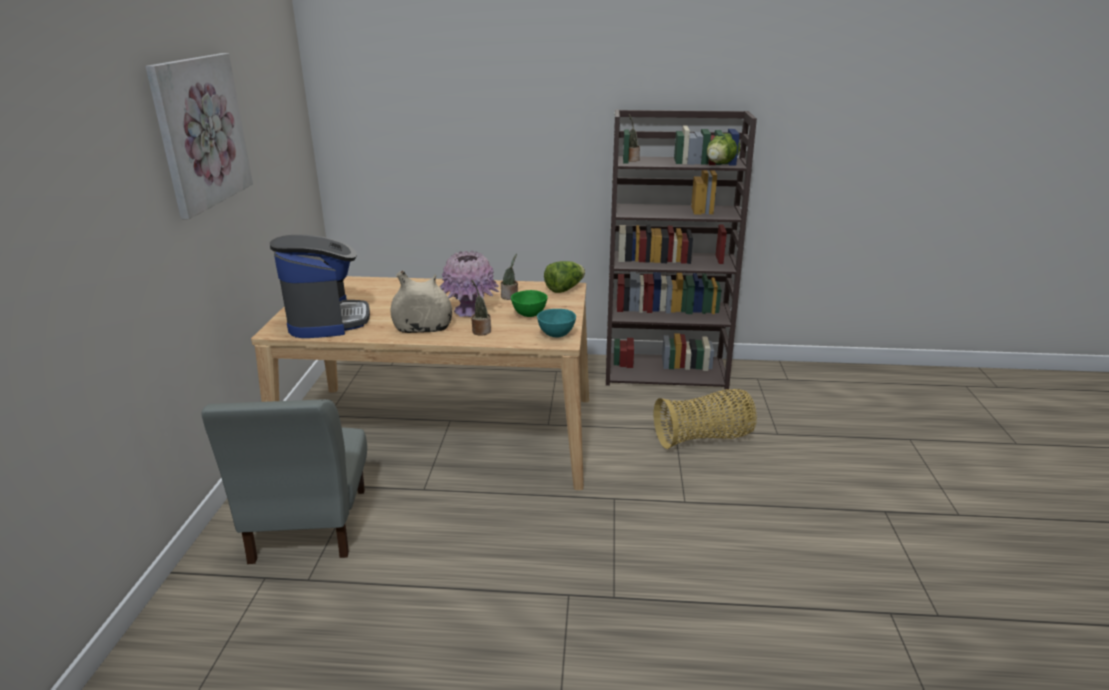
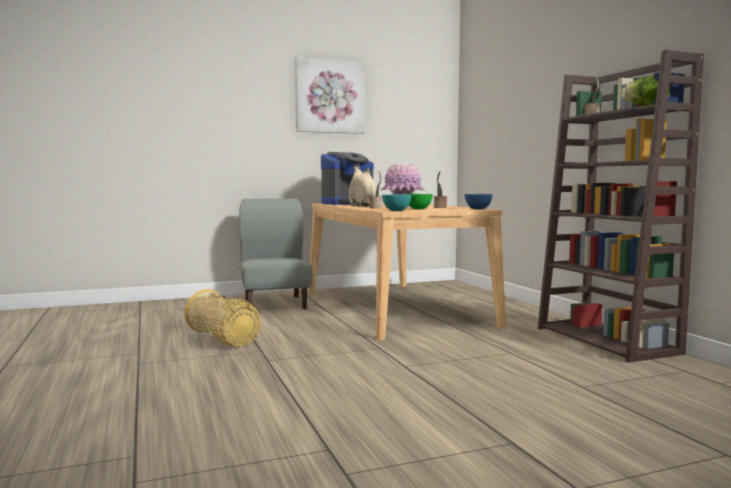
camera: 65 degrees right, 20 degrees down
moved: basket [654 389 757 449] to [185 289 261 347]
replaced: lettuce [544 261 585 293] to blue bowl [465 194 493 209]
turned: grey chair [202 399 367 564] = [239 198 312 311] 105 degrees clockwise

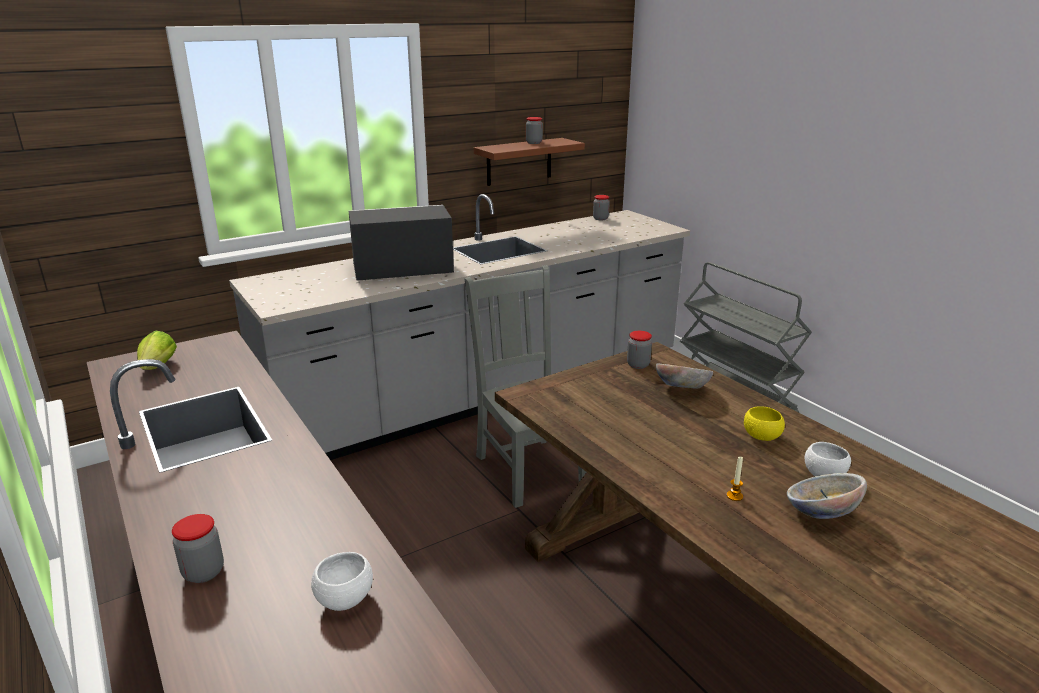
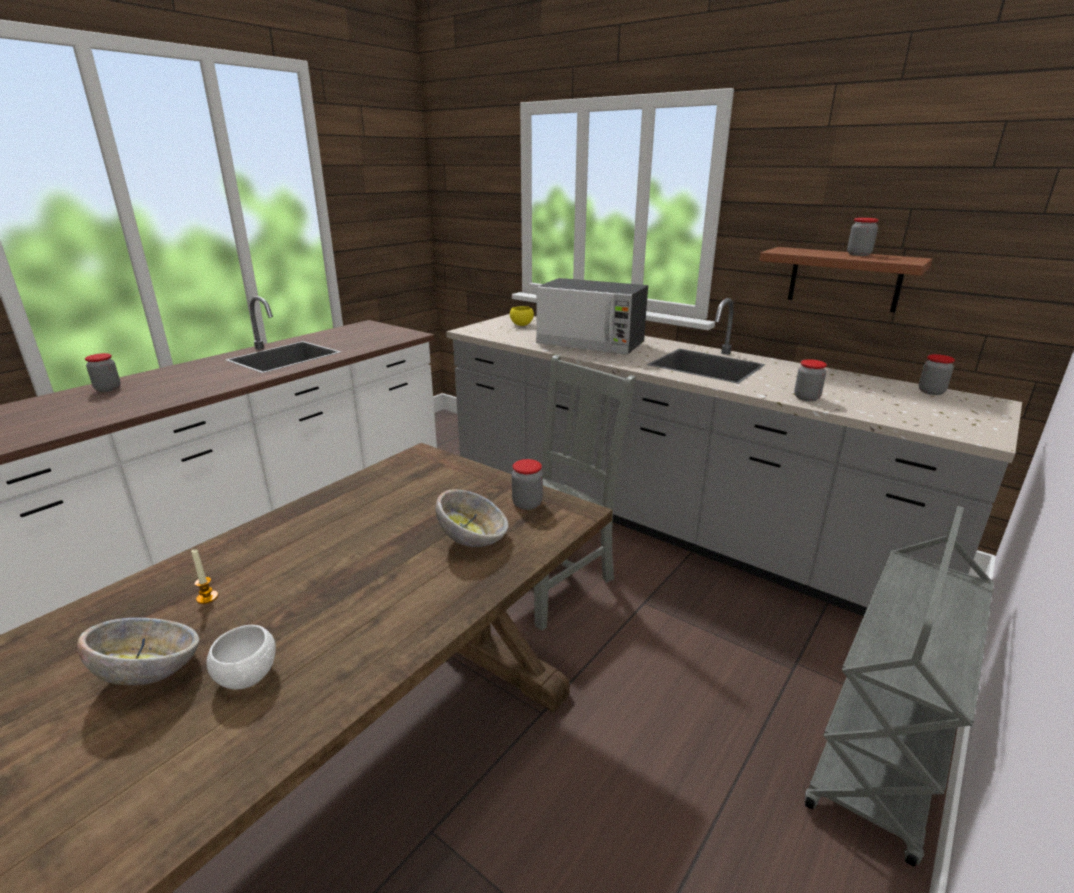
camera: 70 degrees right, 0 degrees up
removed: lettuce [137 331 177 370]; white bowl [311 552 373 611]
added: jar [794 359 827 401]
moved: yellow bowl [744 406 785 441] to [510 306 534 326]
turned: microwave [349 205 454 281] = [536 278 648 355] 150 degrees clockwise

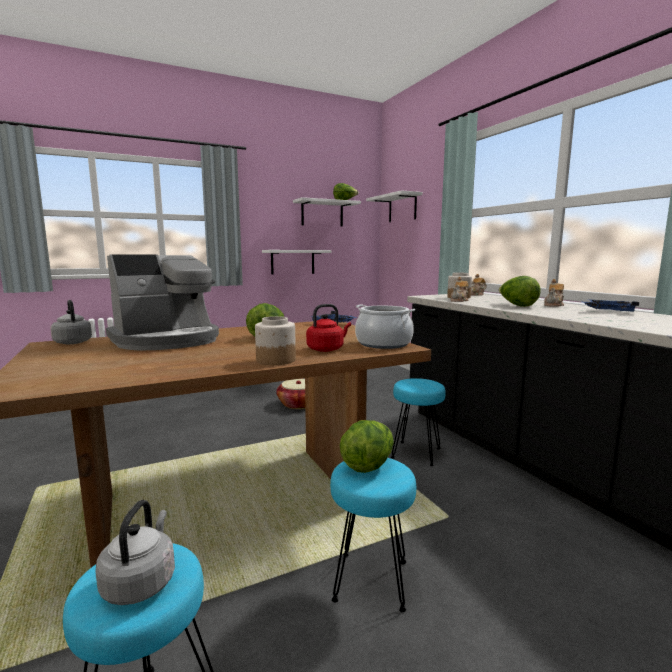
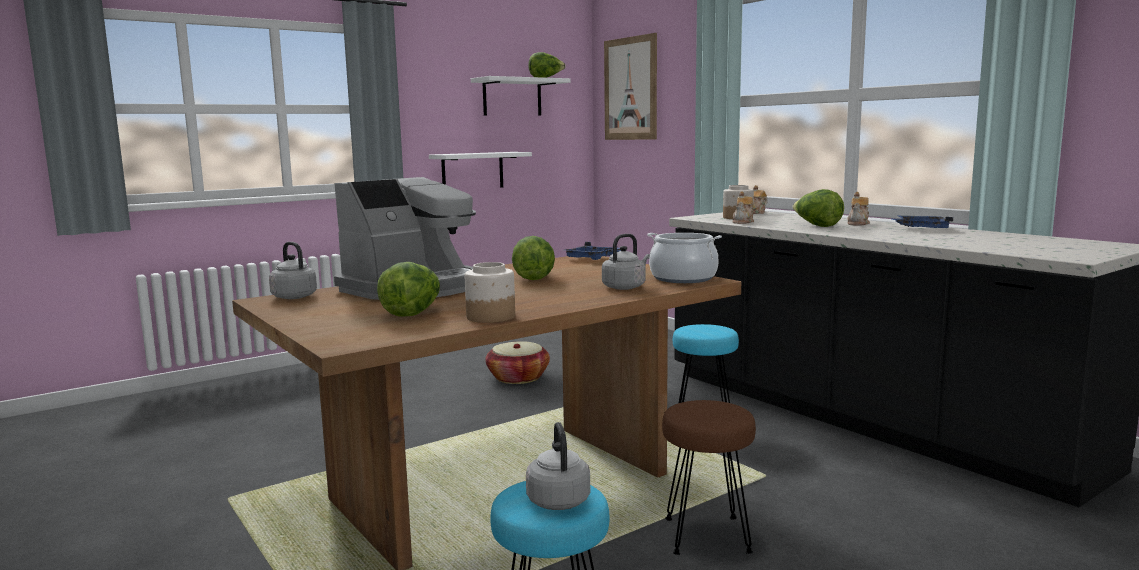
camera: 10 degrees left, 0 degrees up
moved: jar [255 316 296 365] to [465 262 515 323]; lettuce [340 420 394 473] to [377 262 440 317]
replaced: white shelf [366 190 423 222] to picture [604 33 657 140]
recoloured: red kettle [306 304 351 352] to grey kettle [602 234 650 290]; turquoise stool [330 458 416 612] to brown stool [662 400 756 555]

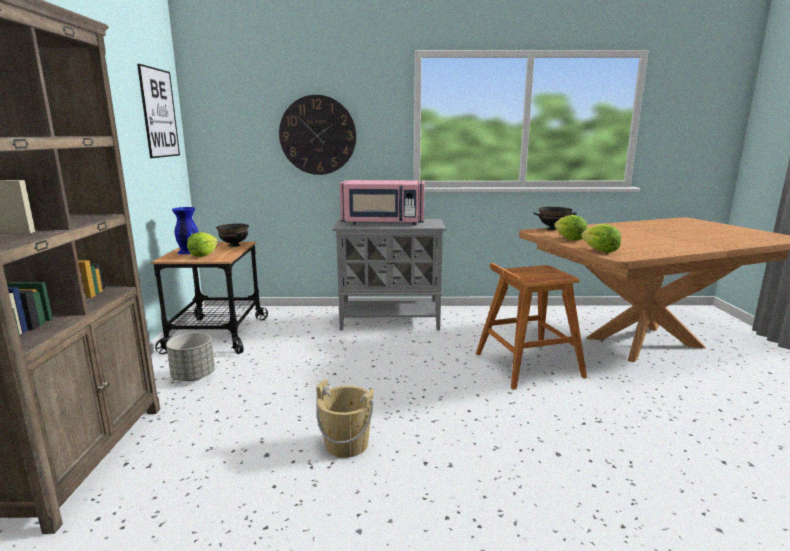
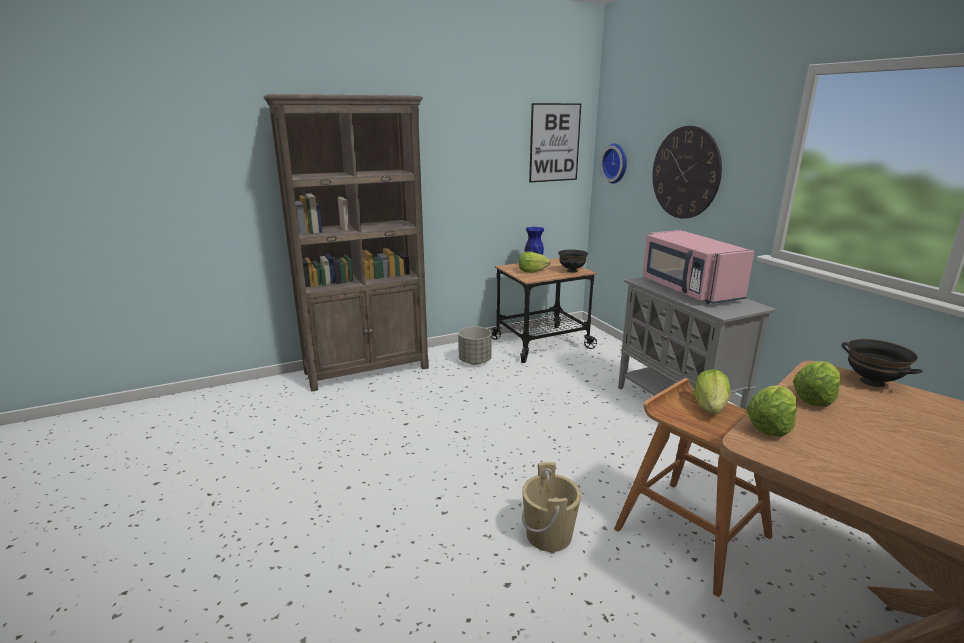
camera: 65 degrees right, 5 degrees up
added: wall clock [600 144 627 184]; lettuce [693 369 731 414]
moved: beige bucket [316 379 374 458] to [522 462 581 552]

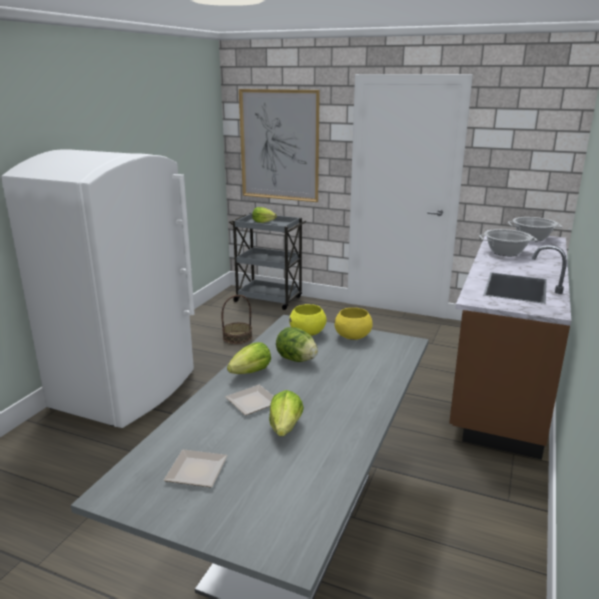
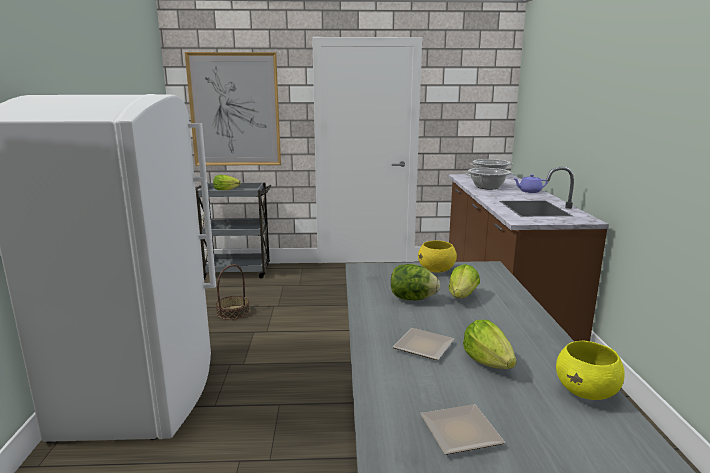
camera: 25 degrees left, 5 degrees down
added: purple teapot [513 174 548 193]
moved: lettuce [227 342 271 374] to [449 264 480 298]; yellow bowl [289 304 326 336] to [556 341 625 400]

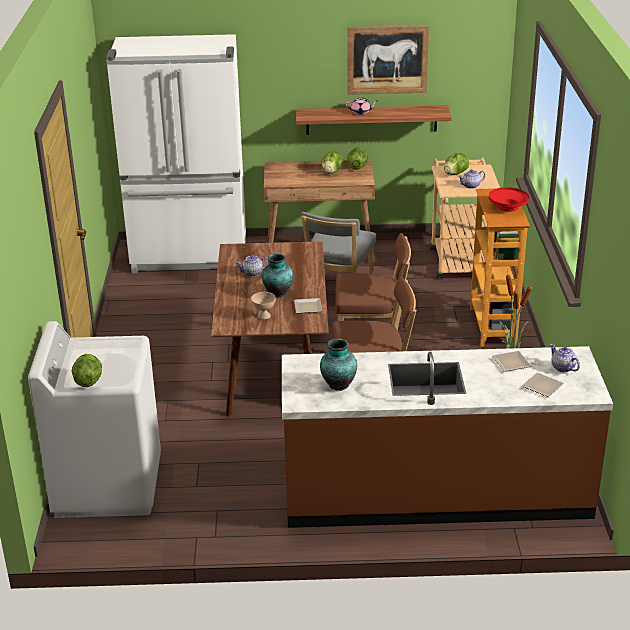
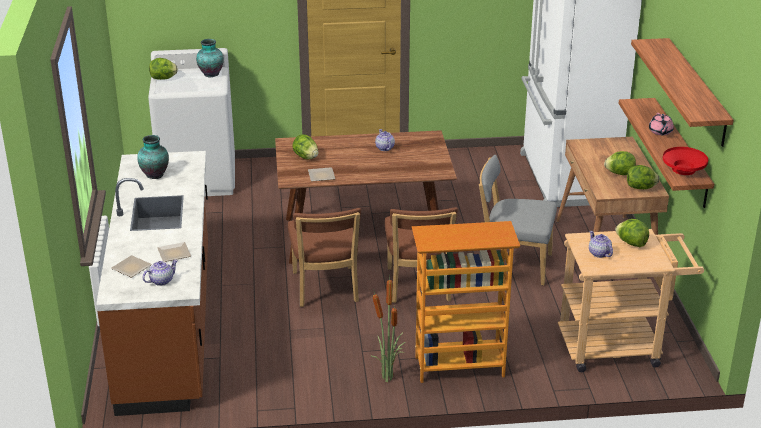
camera: 85 degrees right, 0 degrees up
moved: vase [262 253 293 298] to [196 39 224 78]; red bowl [489 187 529 212] to [663 147 708 175]
replaced: beige bowl [251 292 276 320] to lettuce [292 134 319 159]; picture [347 25 429 95] to shelf [631 38 734 147]

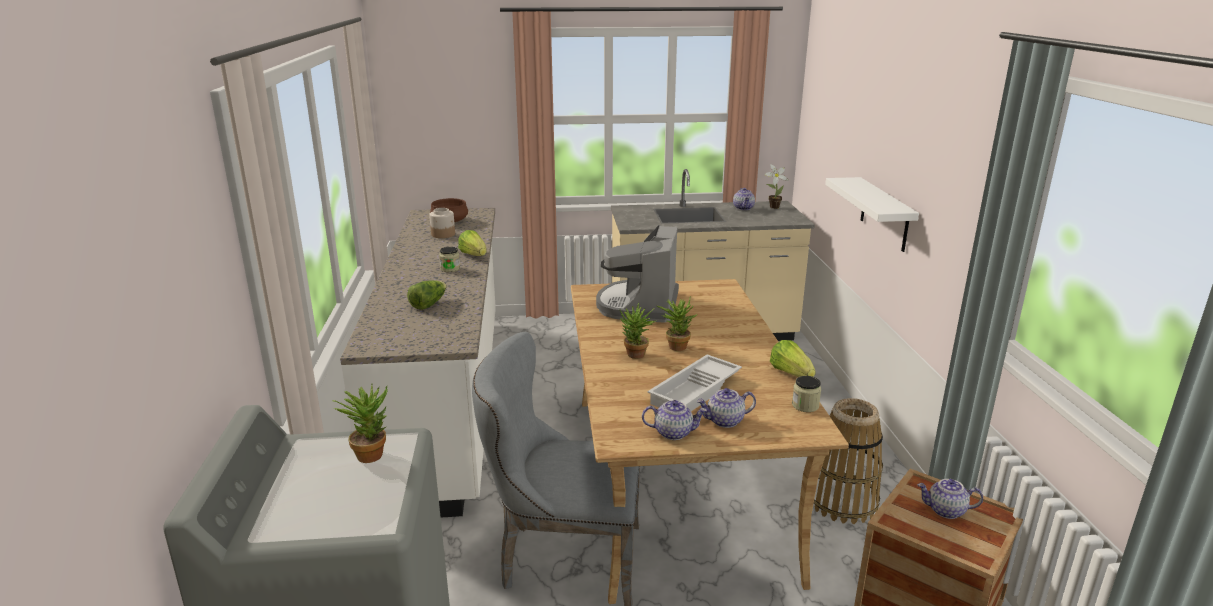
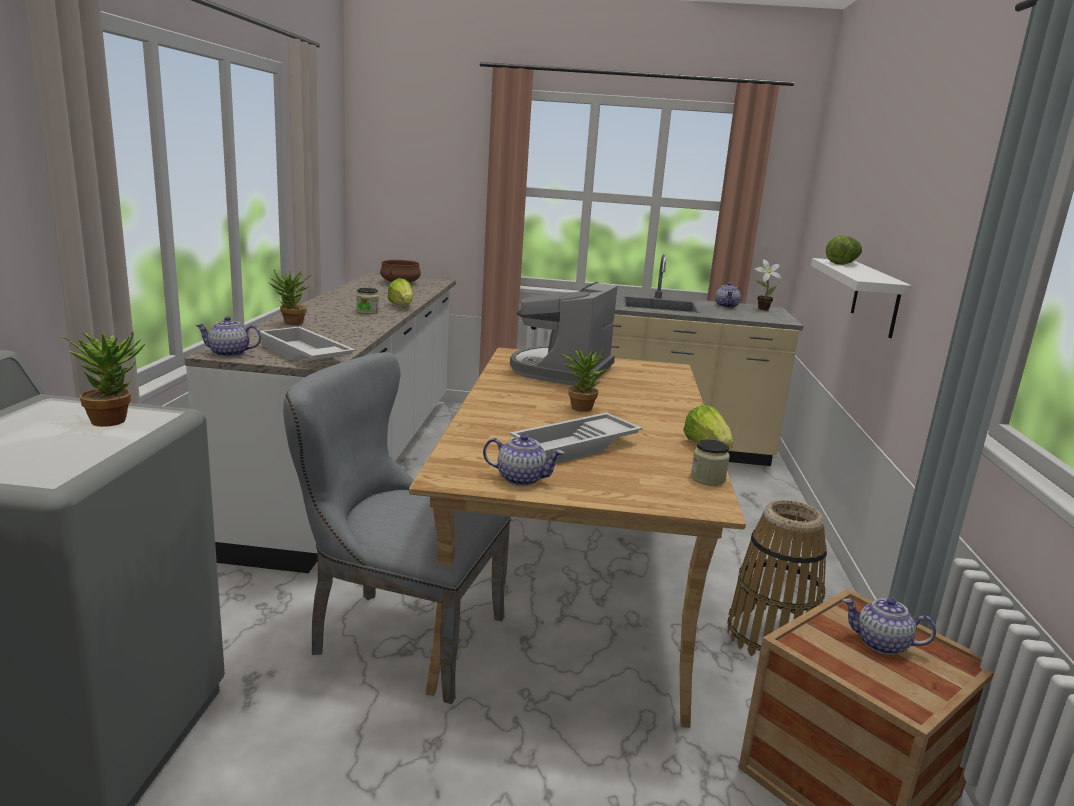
camera: 10 degrees right, 5 degrees down
removed: jar [429 208 455 238]
added: white tray [260 327 356 361]
moved: lettuce [407 280 447 310] to [826 236 862 265]; potted plant [620 303 656 359] to [268 270 311 325]; teapot [697 388 756 428] to [195 316 262 357]

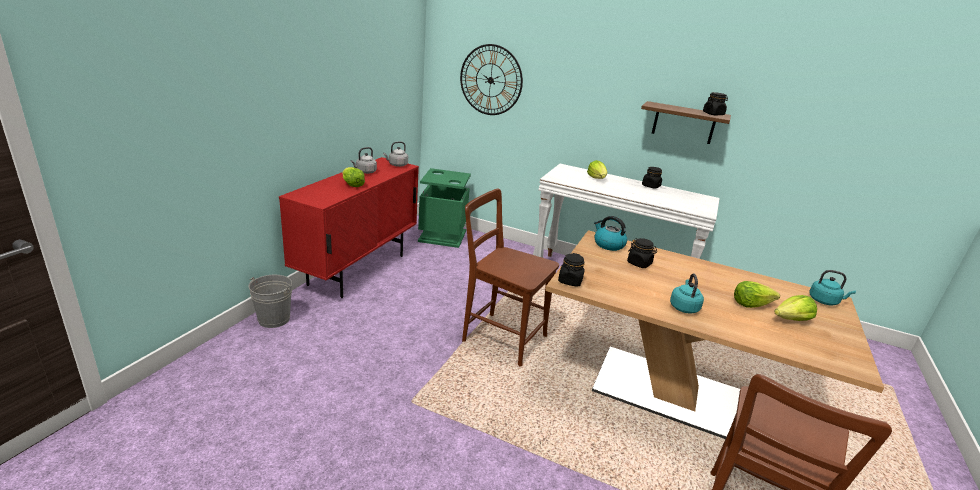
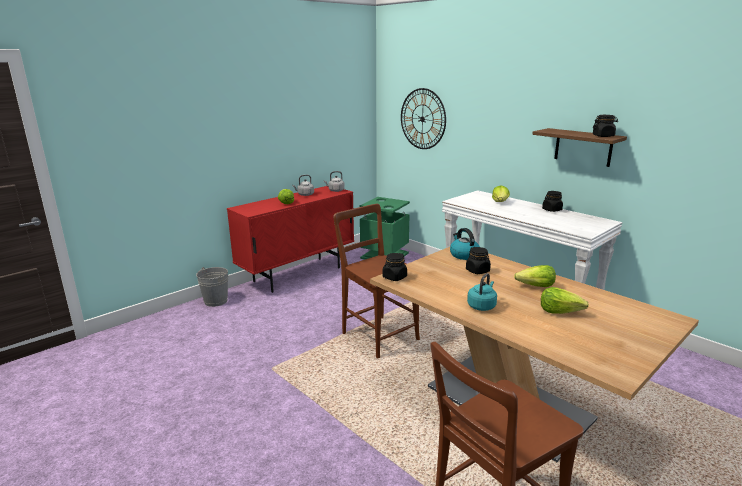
camera: 25 degrees right, 5 degrees down
removed: turquoise kettle [809 270 856 305]
moved: lettuce [774 295 817 321] to [514 265 556 287]

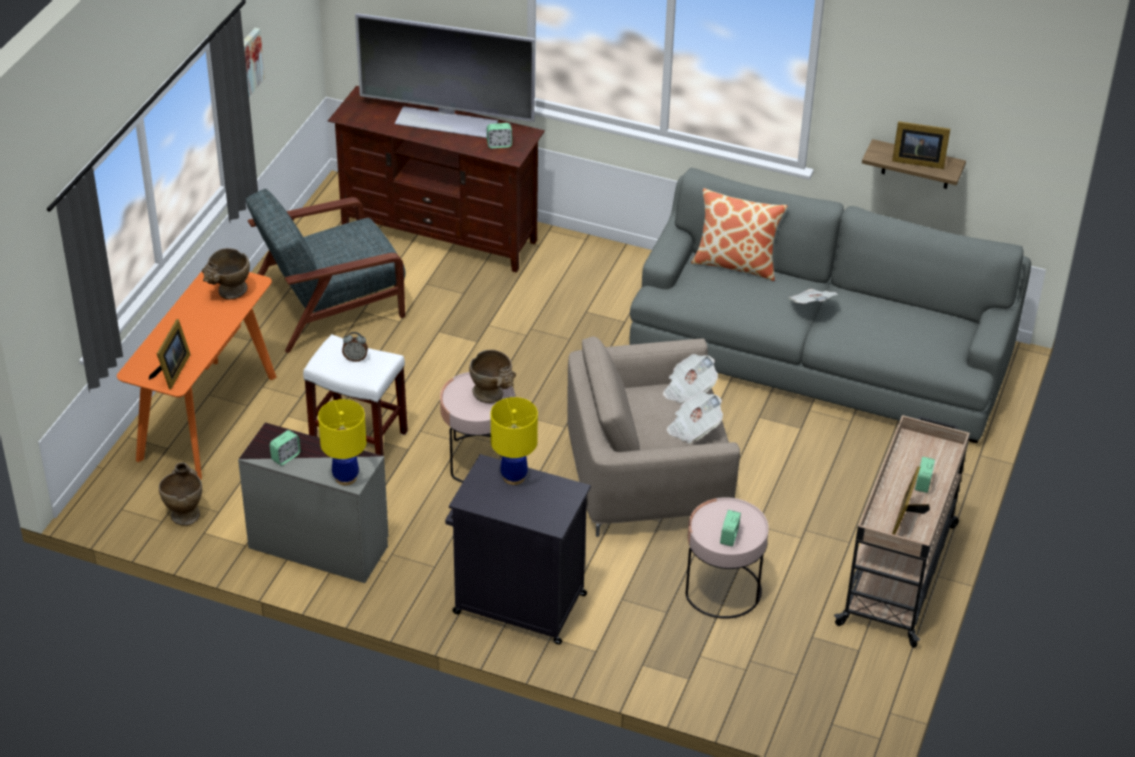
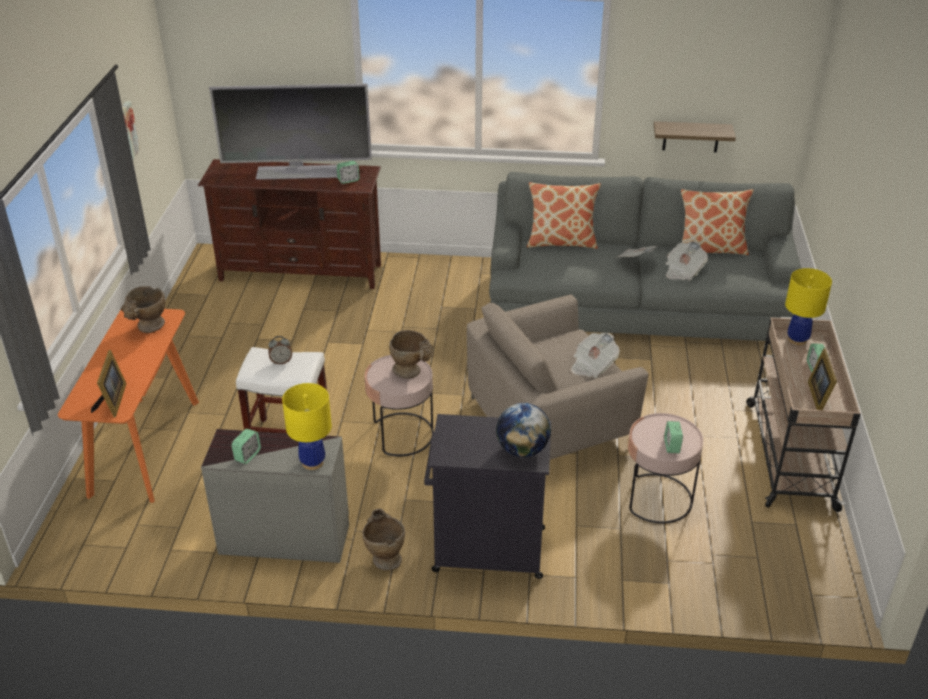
camera: 15 degrees left, 5 degrees down
removed: grey armchair [246 189 405 353]; picture frame [892 121 950 169]
added: globe [496 403 551 457]; pillow [681 189 754 255]
moved: beige vase [159 462 202 525] to [362 509 405 571]; yellow table lamp [491 397 538 485] to [785 268 832 345]; newspaper [663 354 718 404] to [666 241 708 281]

